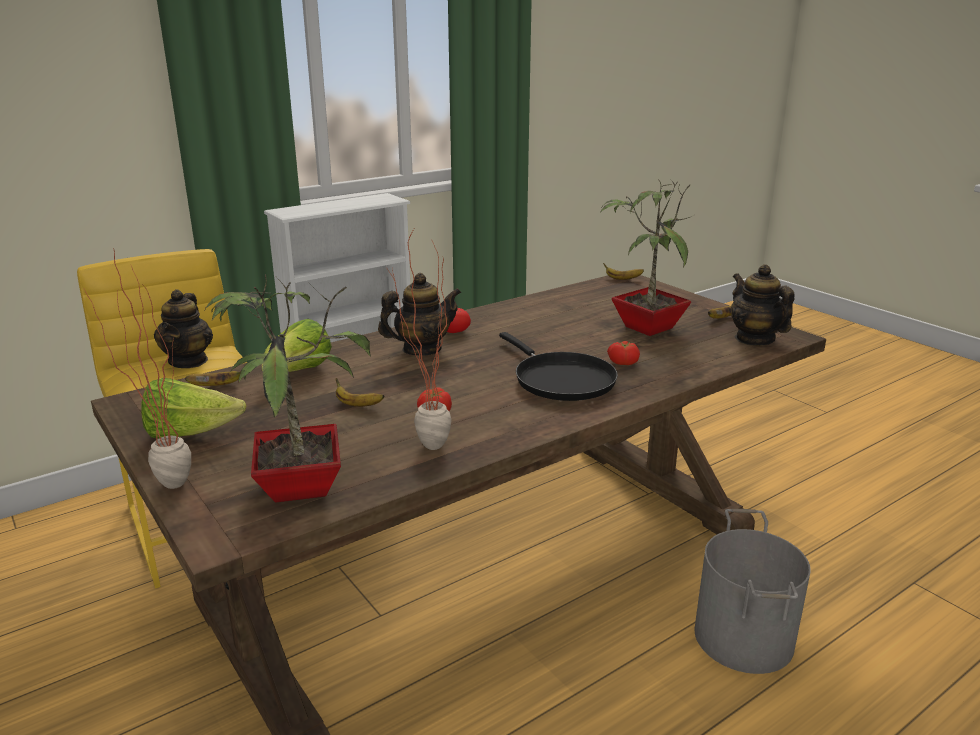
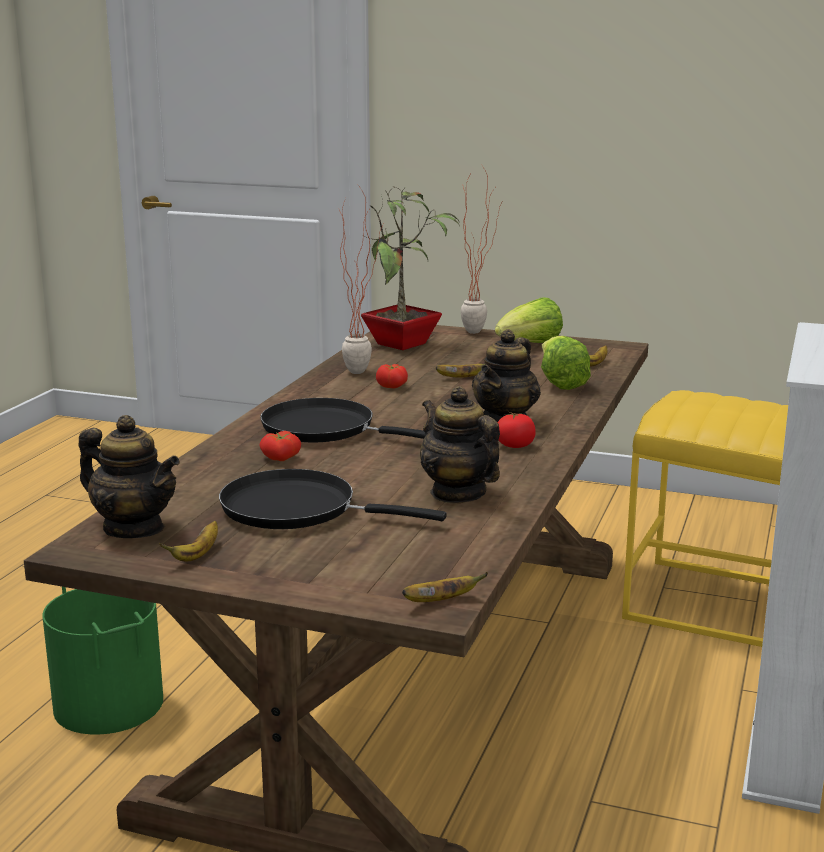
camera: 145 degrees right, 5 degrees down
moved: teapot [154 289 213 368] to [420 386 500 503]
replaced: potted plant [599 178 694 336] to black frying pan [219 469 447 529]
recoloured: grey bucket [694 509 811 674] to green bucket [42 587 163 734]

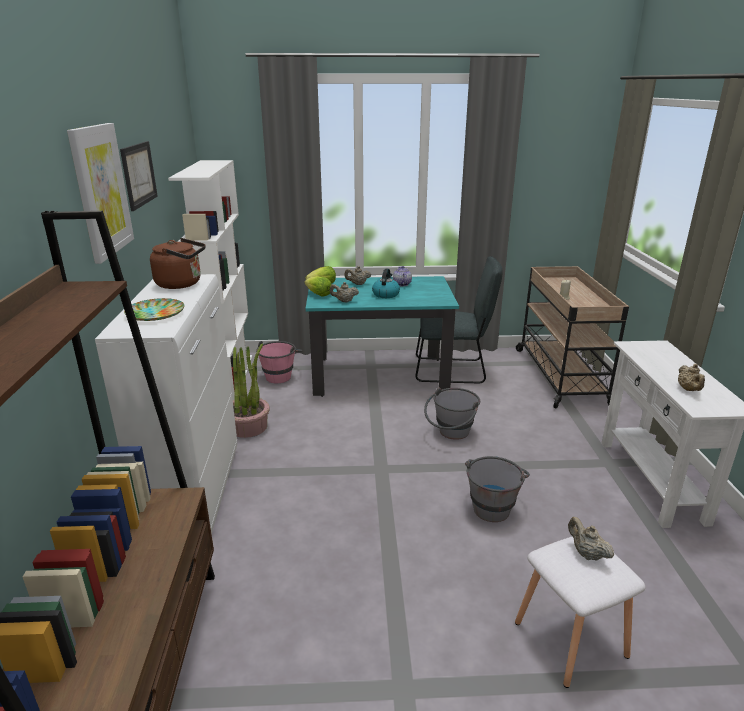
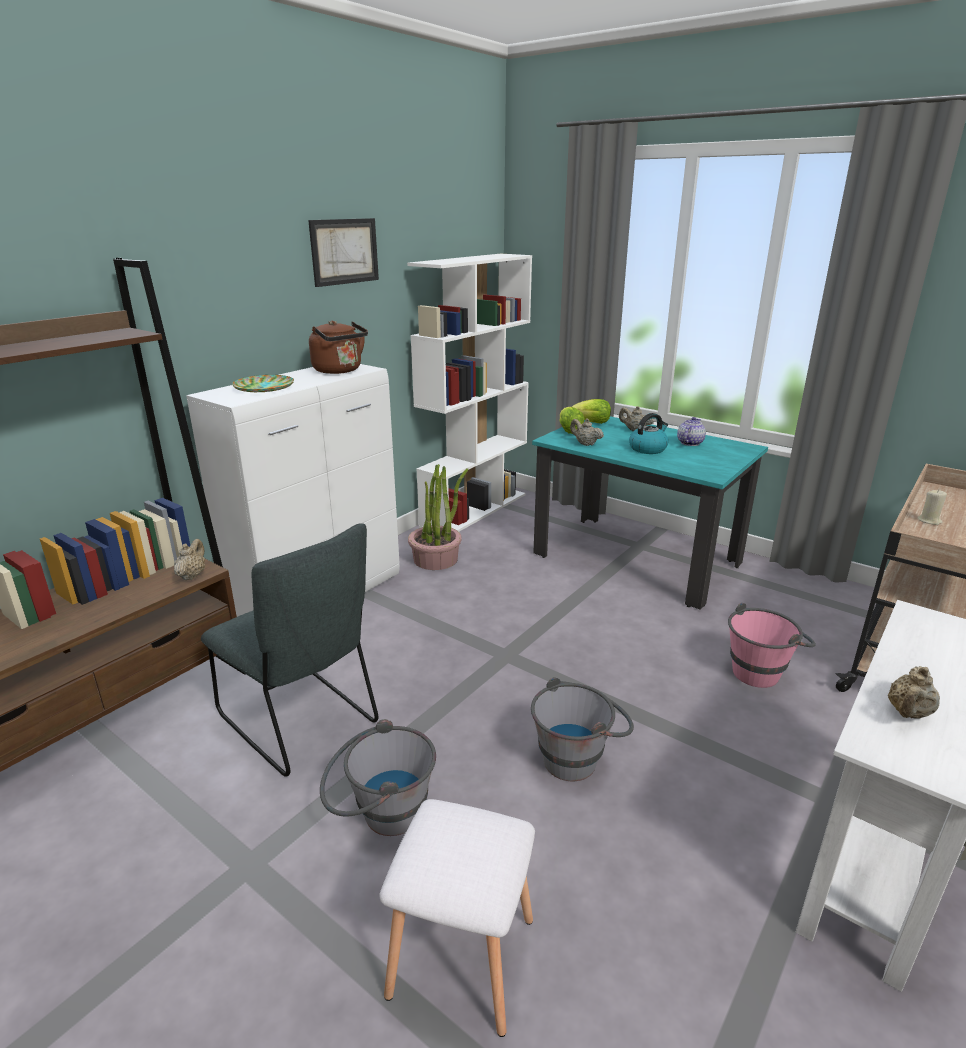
camera: 40 degrees right, 0 degrees up
removed: picture [67 123 134 264]
moved: pink bucket [256 341 303 383] to [728 603 816 688]; grey chair [415 256 503 383] to [201 523 378 777]; grey bucket [424 387 480 440] to [320 719 436 836]; beige teapot [568 517 614 561] to [174 539 205 580]

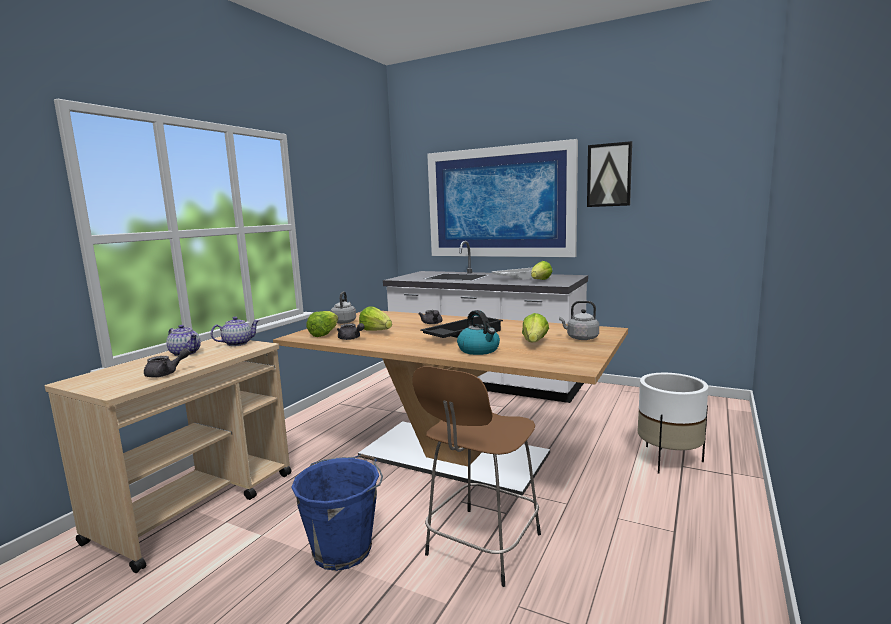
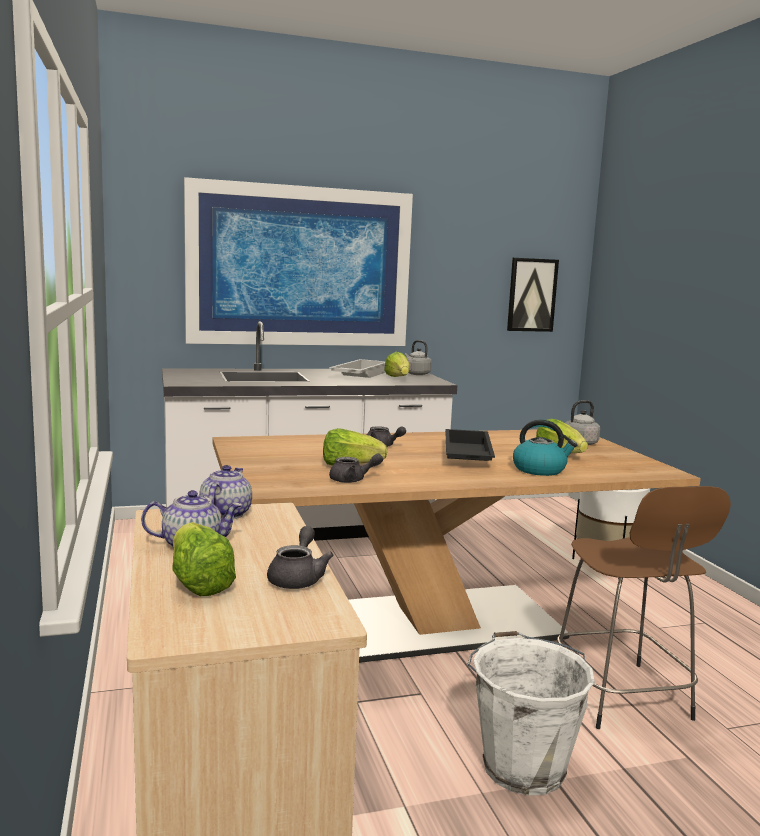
camera: 45 degrees left, 0 degrees up
moved: lettuce [306 311 338 337] to [172 522 236 596]; grey kettle [331 292 356 324] to [405 340 432 375]; picture [587 141 632 207] to [507 258 559 332]
recoloured: blue bucket [291 454 383 571] to white bucket [467 631 595 796]

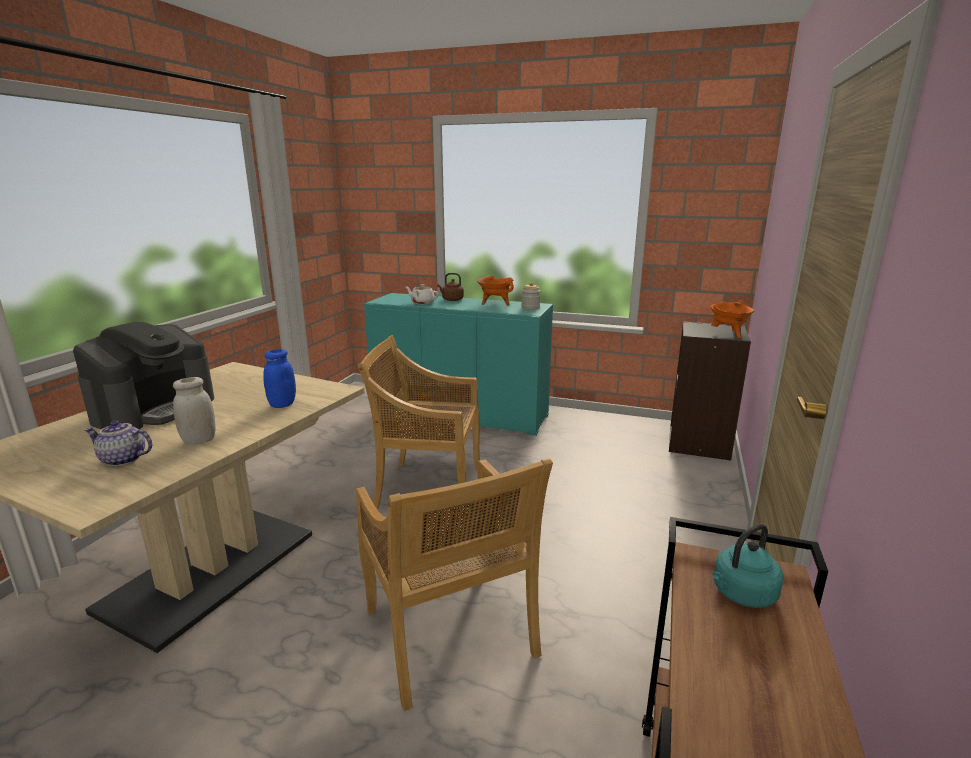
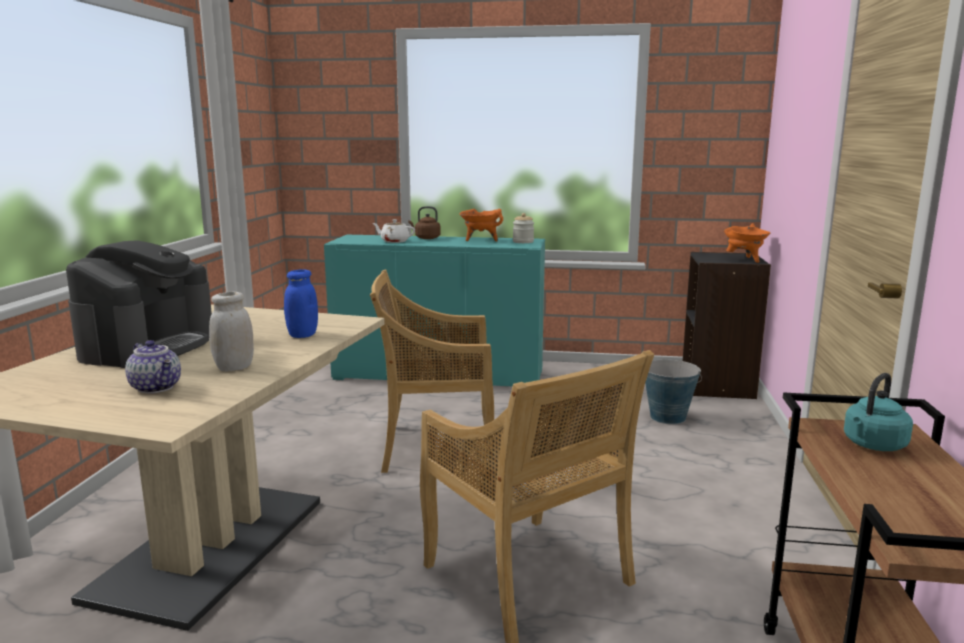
camera: 10 degrees left, 5 degrees down
added: bucket [645 359 702 424]
turned: teapot [85 421 152 466] = [125 340 181 394] 135 degrees counterclockwise

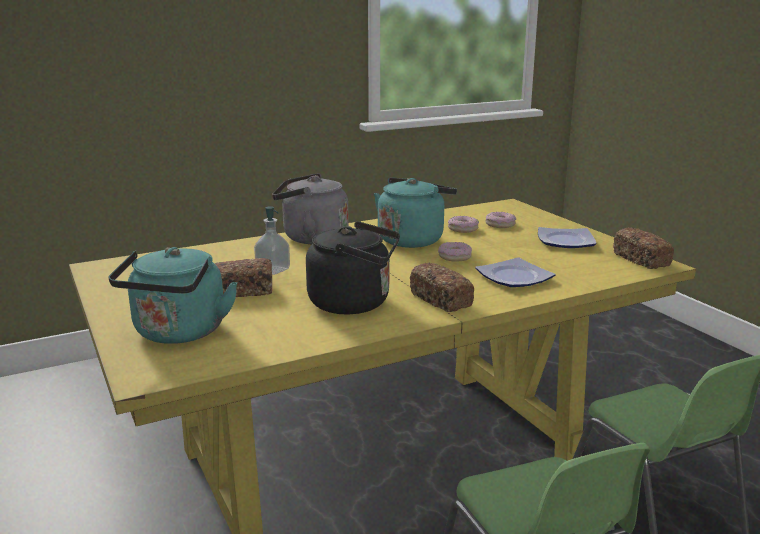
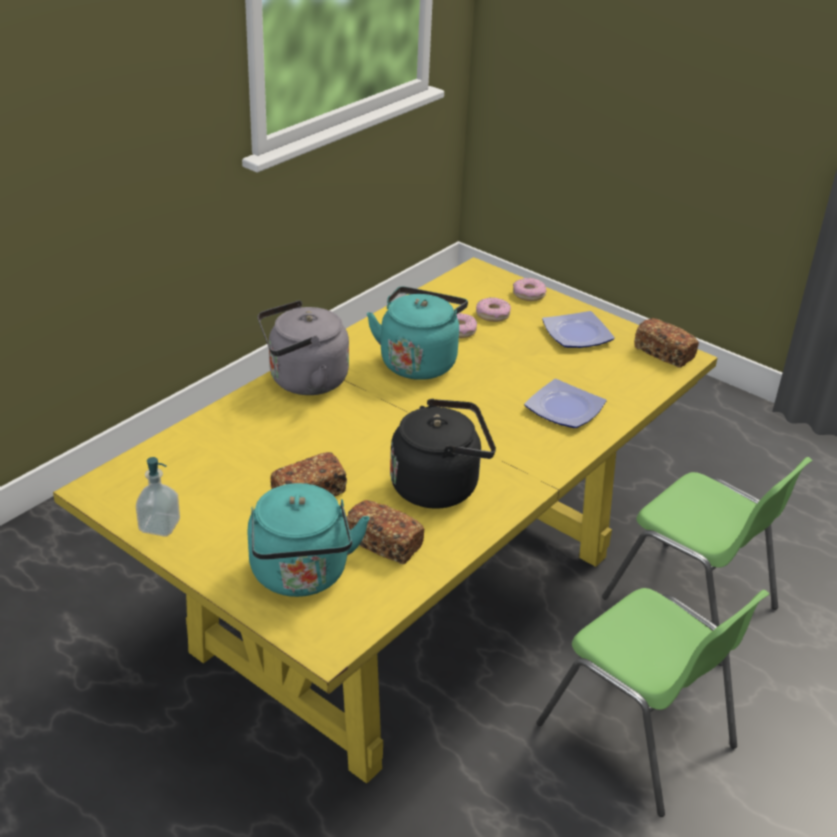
camera: 25 degrees left, 15 degrees up
moved: soap dispenser [254 206 290 275] to [136 457 180 537]; bread [410 263 474 312] to [347 500 425 564]; donut [438 242 472 262] to [513 278 546 301]

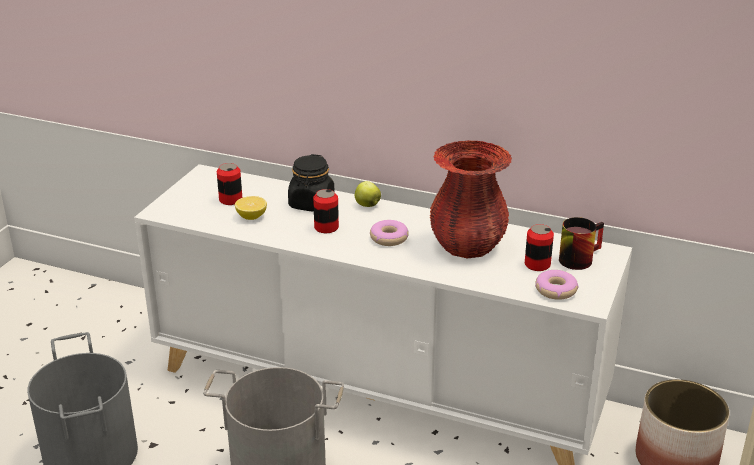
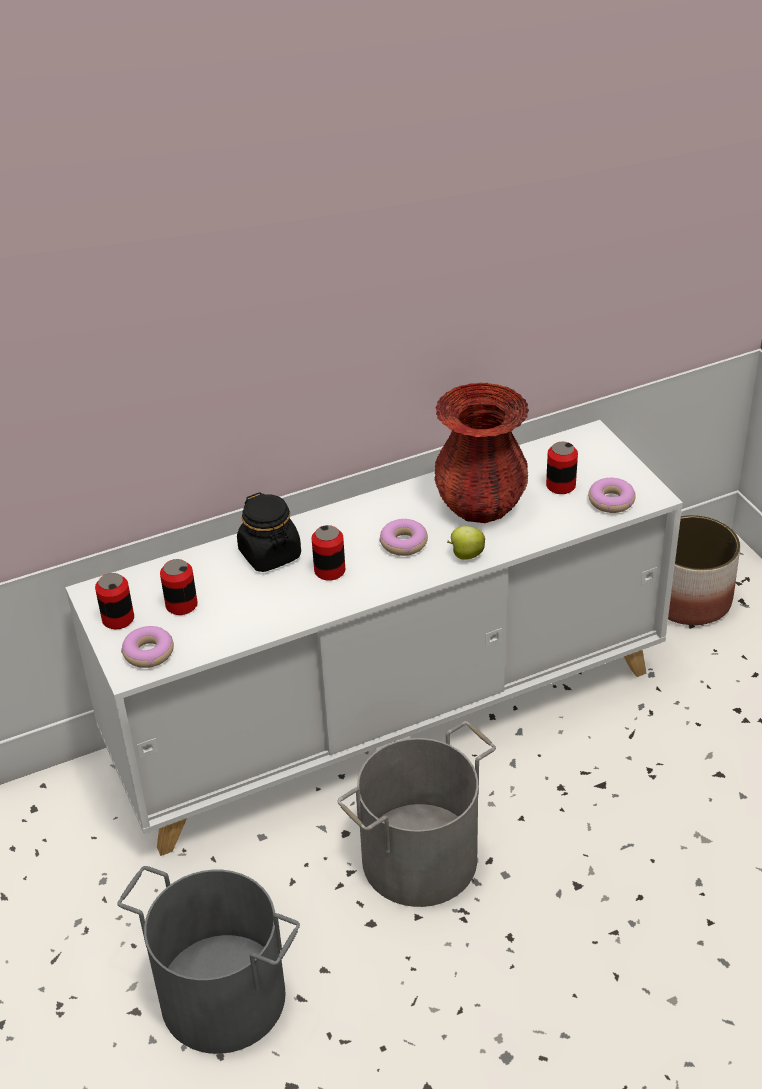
camera: 45 degrees left, 10 degrees up
removed: lemon [235 196 267 220]; mug [559 217 604 270]
added: can [95 573 134 629]; donut [121 626 174 668]
moved: apple [355 181 381 207] to [447 526 485 560]

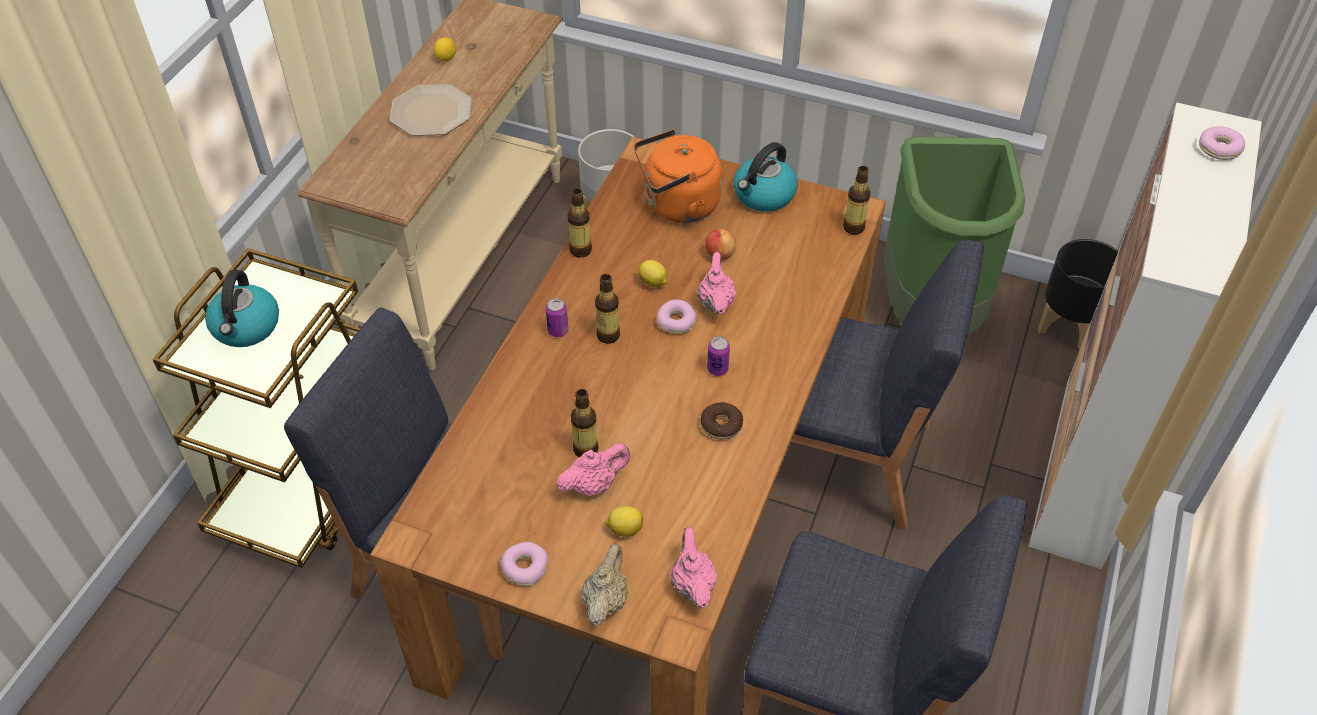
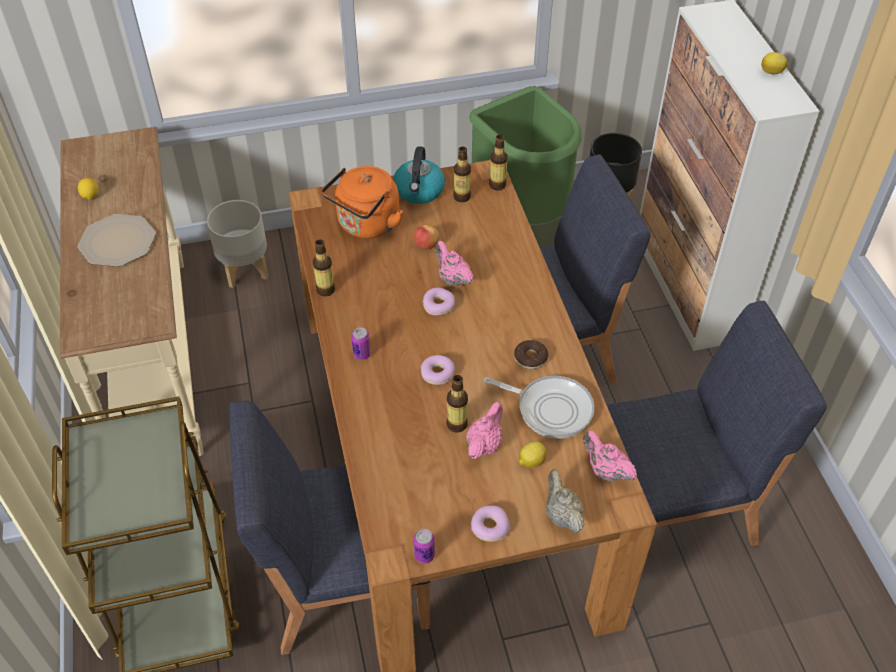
camera: 35 degrees left, 0 degrees up
removed: kettle [205 270 279 347]
added: frying pan [484 376 594 439]
moved: bottle [595 274 620 344] to [453 147 471 202]; lemon [638 260 667 287] to [761 52 788 74]; can [707 336 730 376] to [414 529 435 564]; donut [1199 126 1245 160] to [421 355 455 385]

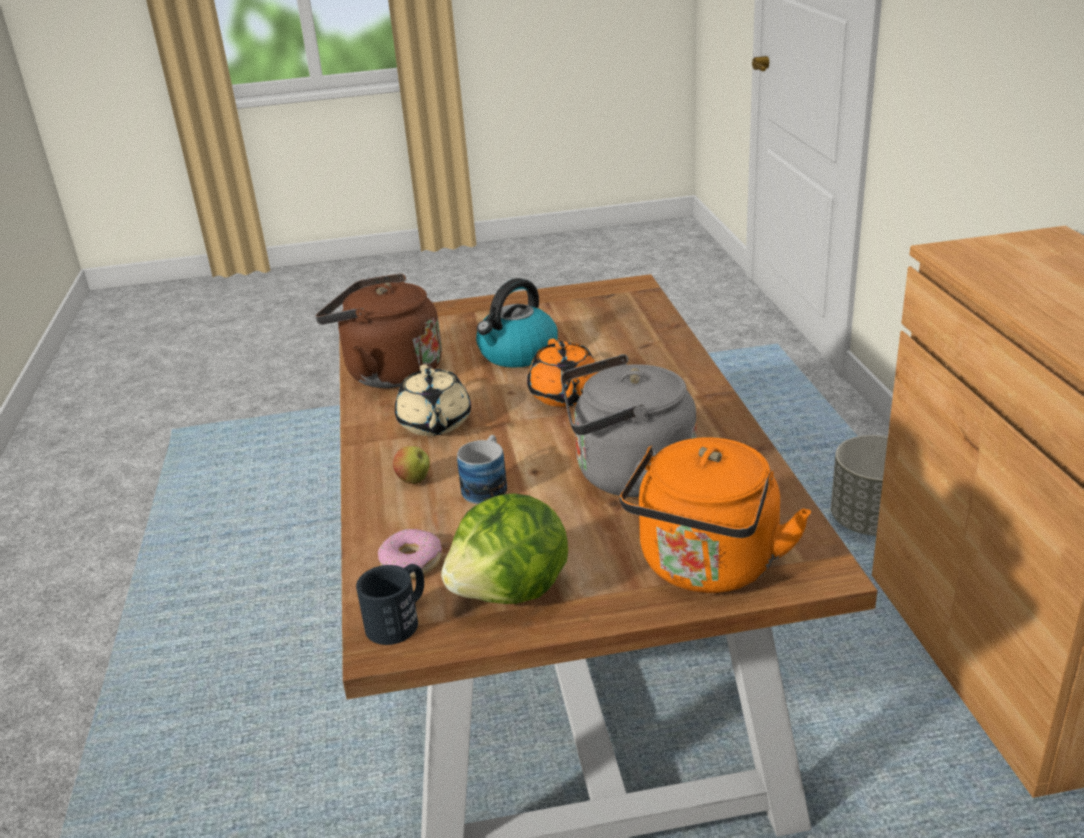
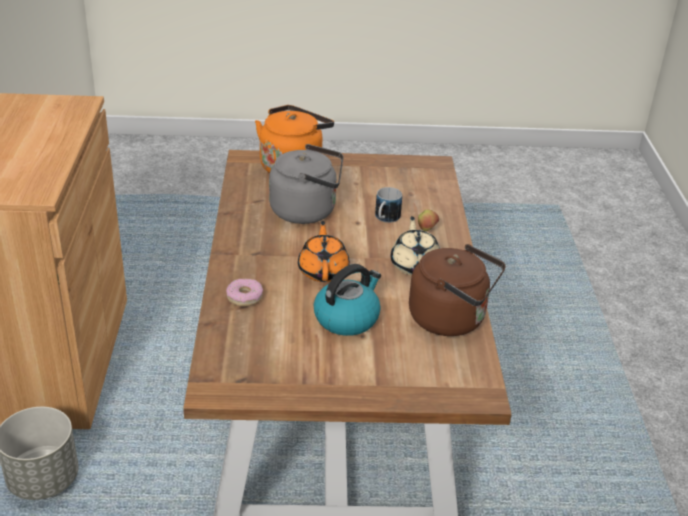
camera: 175 degrees left, 5 degrees up
removed: black mug [356 564 424 645]; lettuce [441 493 568 604]
moved: donut [378 529 442 579] to [226 279 263 306]

